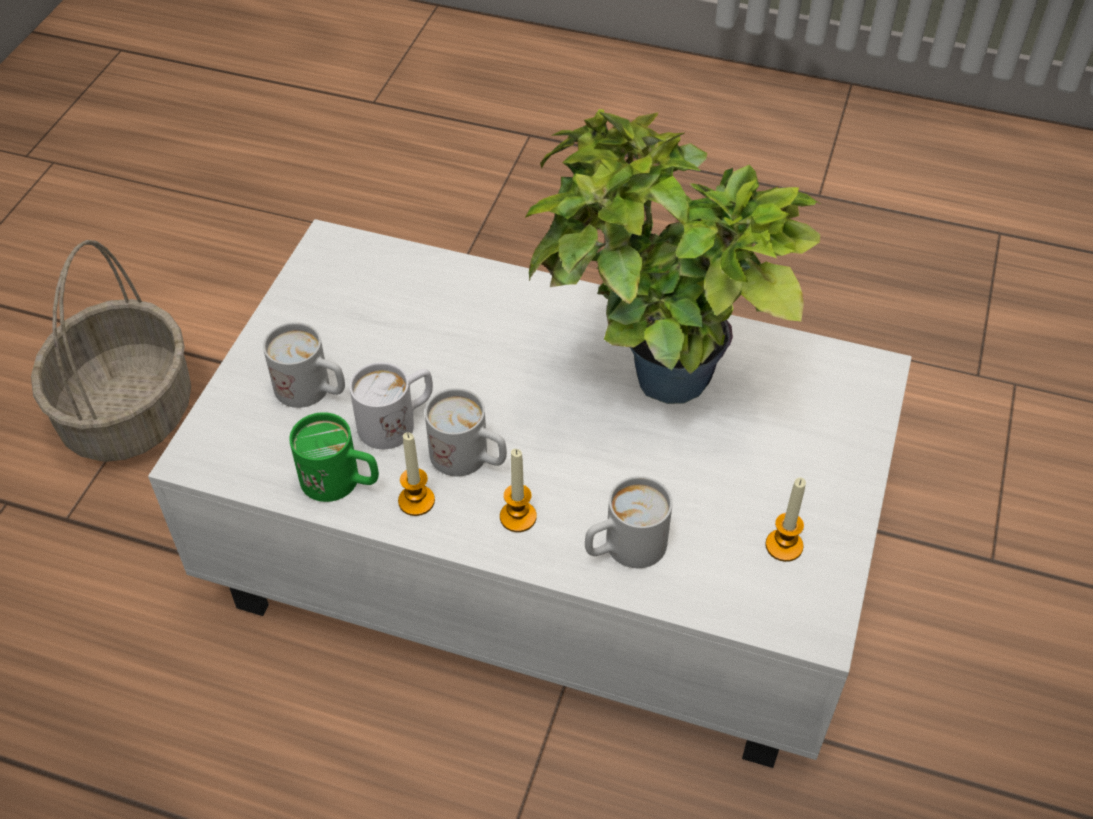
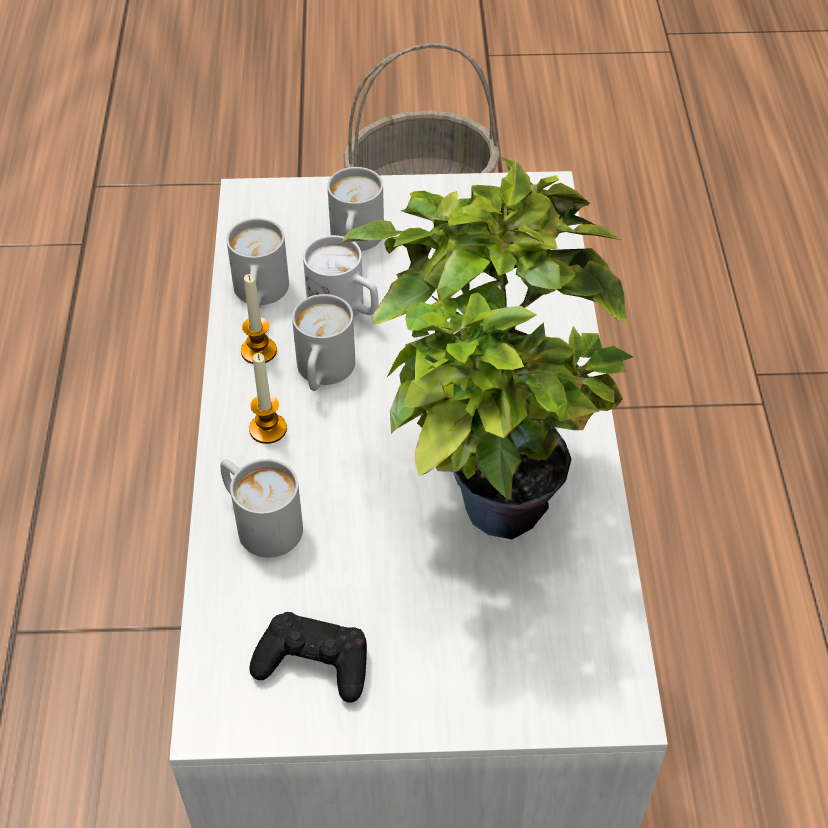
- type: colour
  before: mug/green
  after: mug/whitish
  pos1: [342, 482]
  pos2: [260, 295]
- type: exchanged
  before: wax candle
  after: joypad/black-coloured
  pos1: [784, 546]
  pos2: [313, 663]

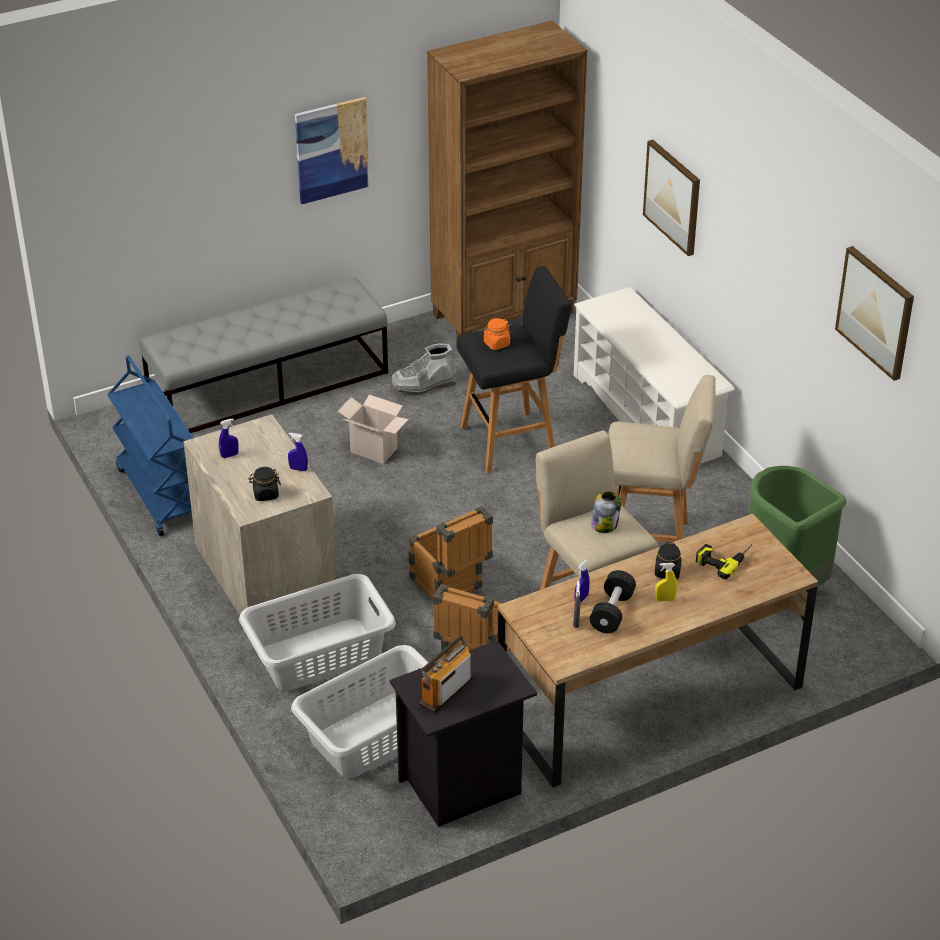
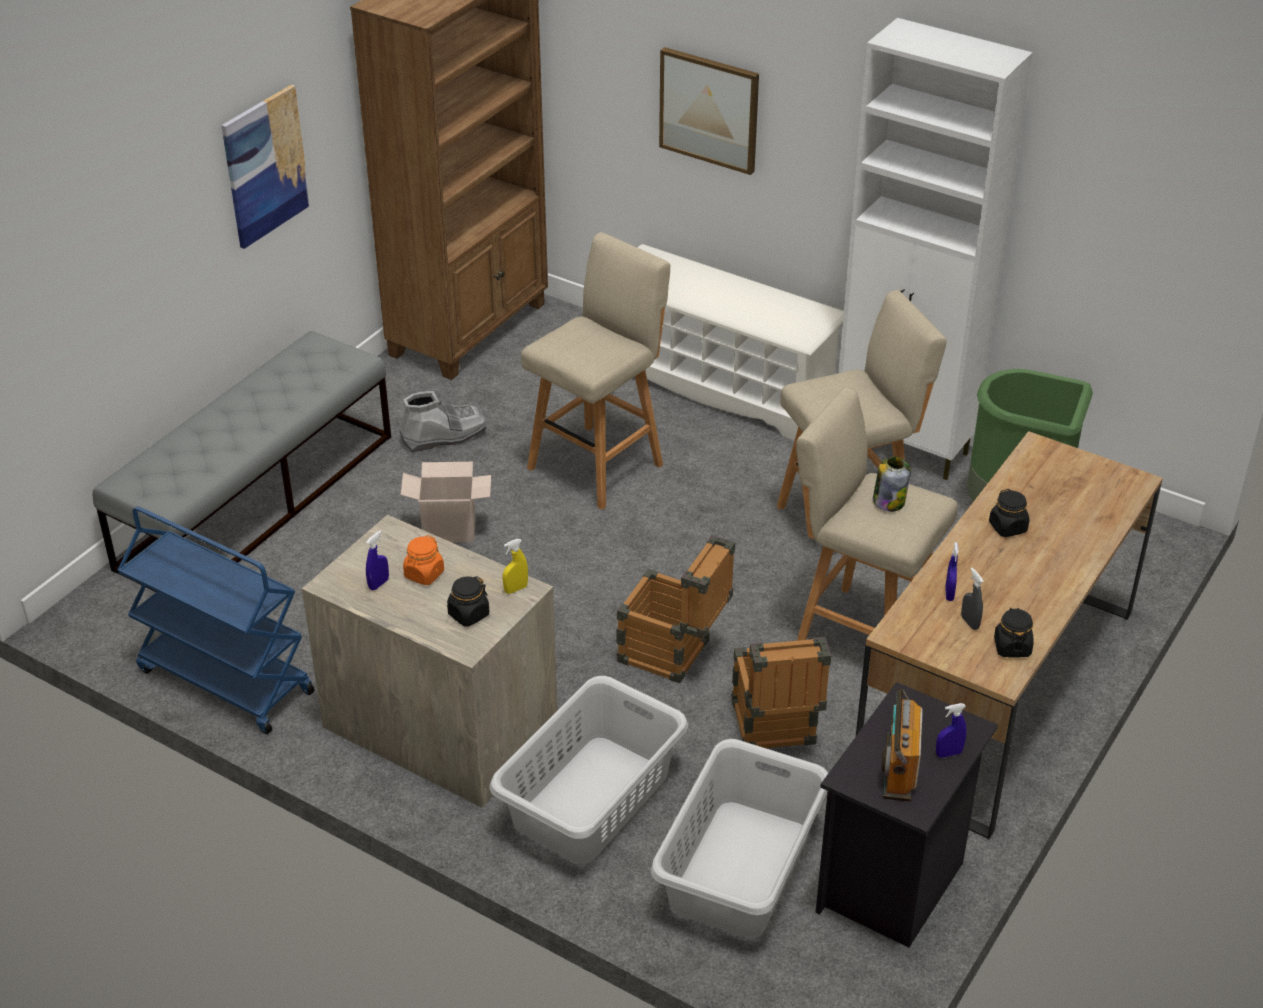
- type: relocated
  before: sprayer/bluish
  pos1: [298, 469]
  pos2: [948, 753]
- type: spun
  before: tall boot/gray
  pos1: [424, 384]
  pos2: [444, 435]
  turn: -150
- type: colour
  before: sitting stool/black-coloured
  after: sitting stool/sand-coloured
  pos1: [511, 441]
  pos2: [598, 464]
- type: relocated
  before: preserve jar/orange-coloured
  pos1: [496, 344]
  pos2: [424, 574]
- type: missing
  before: hand weight/black-coloured
  pos1: [612, 612]
- type: relocated
  before: sprayer/yellow-coloured
  pos1: [665, 599]
  pos2: [516, 589]
- type: missing
  before: electric drill
  pos1: [723, 558]
- type: missing
  before: picture
  pos1: [876, 312]
- type: appeared
  after: cabinet/whitish
  pos2: [904, 448]
- type: appeared
  after: preserve jar/black-coloured
  pos2: [1012, 647]

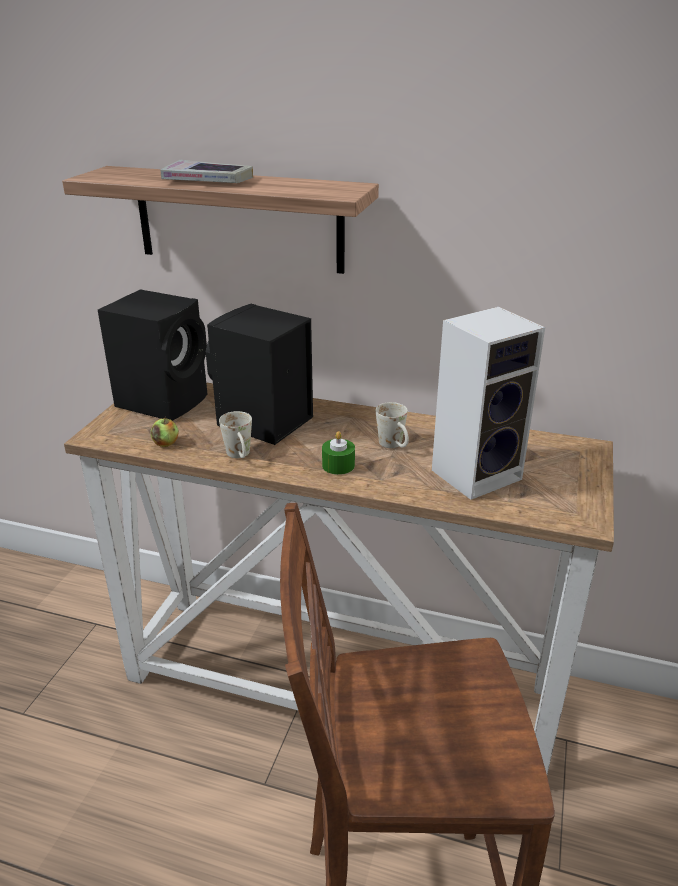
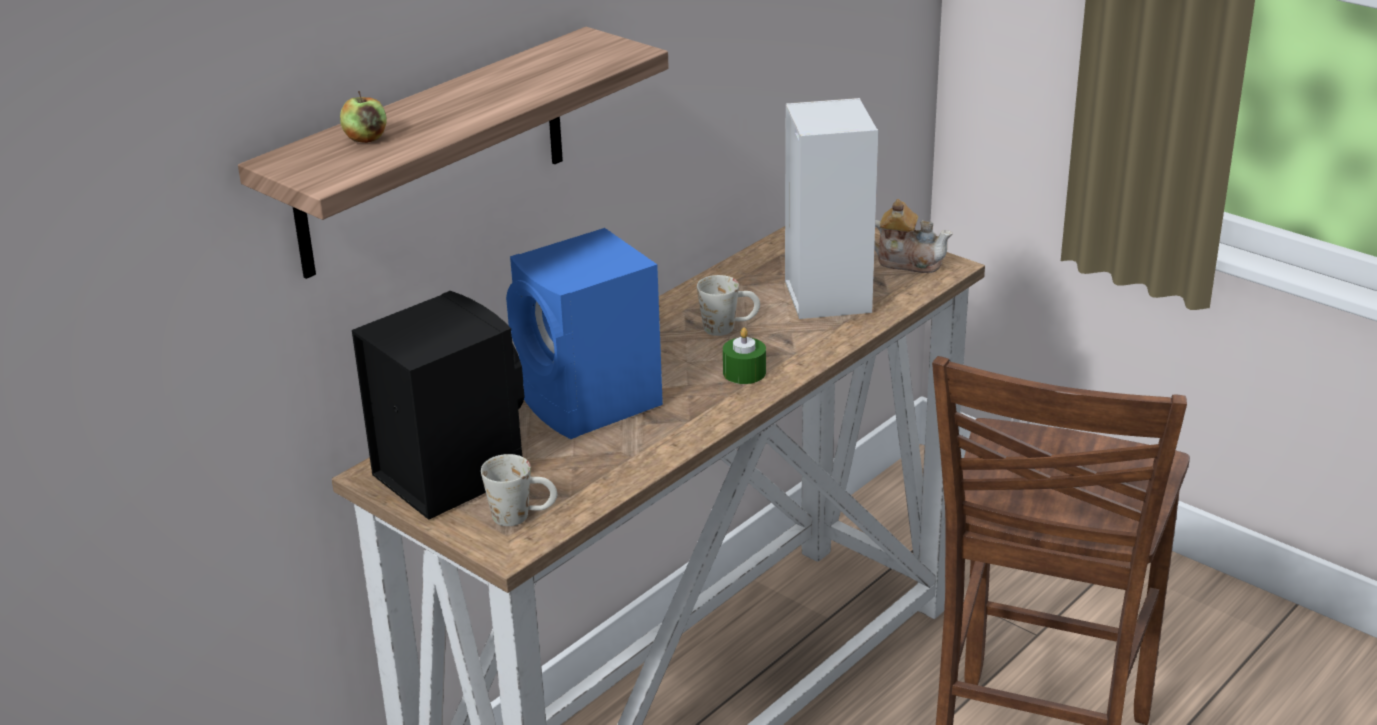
- type: relocated
  before: apple
  pos1: [166, 443]
  pos2: [365, 138]
- type: missing
  before: volume
  pos1: [208, 181]
- type: colour
  before: loudspeaker/black-coloured
  after: loudspeaker/bluish
  pos1: [262, 423]
  pos2: [592, 404]
- type: relocated
  before: mug/whitish
  pos1: [240, 456]
  pos2: [522, 516]
- type: appeared
  after: pot for tea
  pos2: [907, 261]

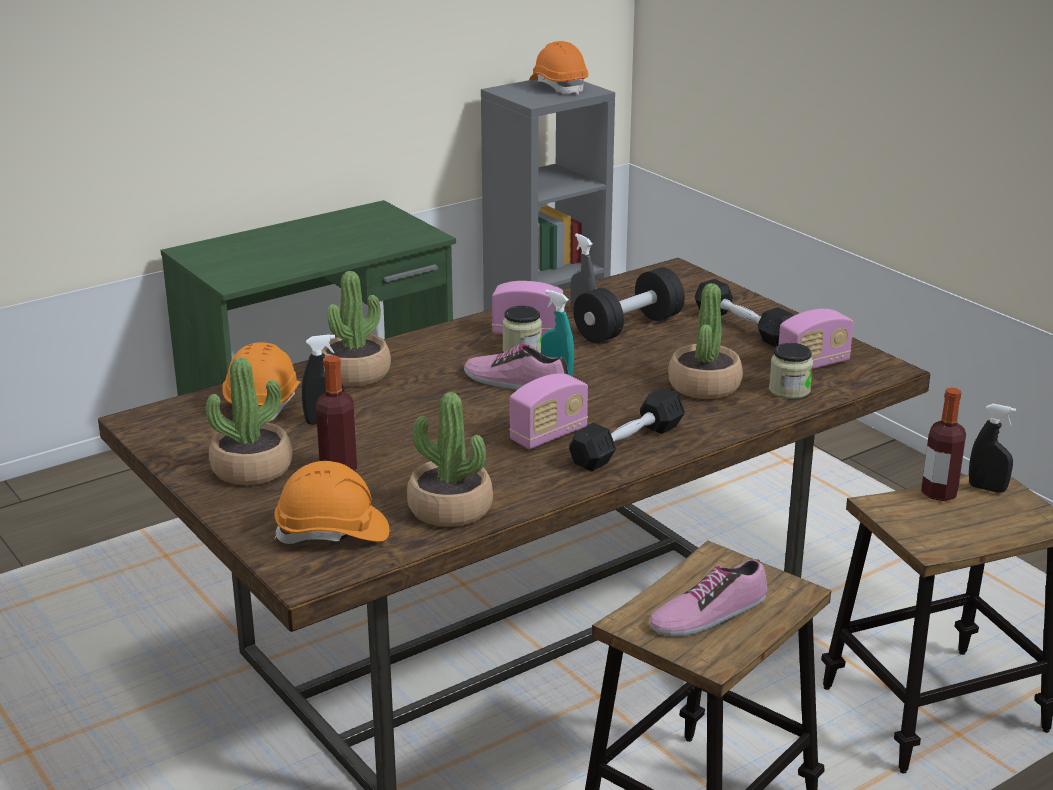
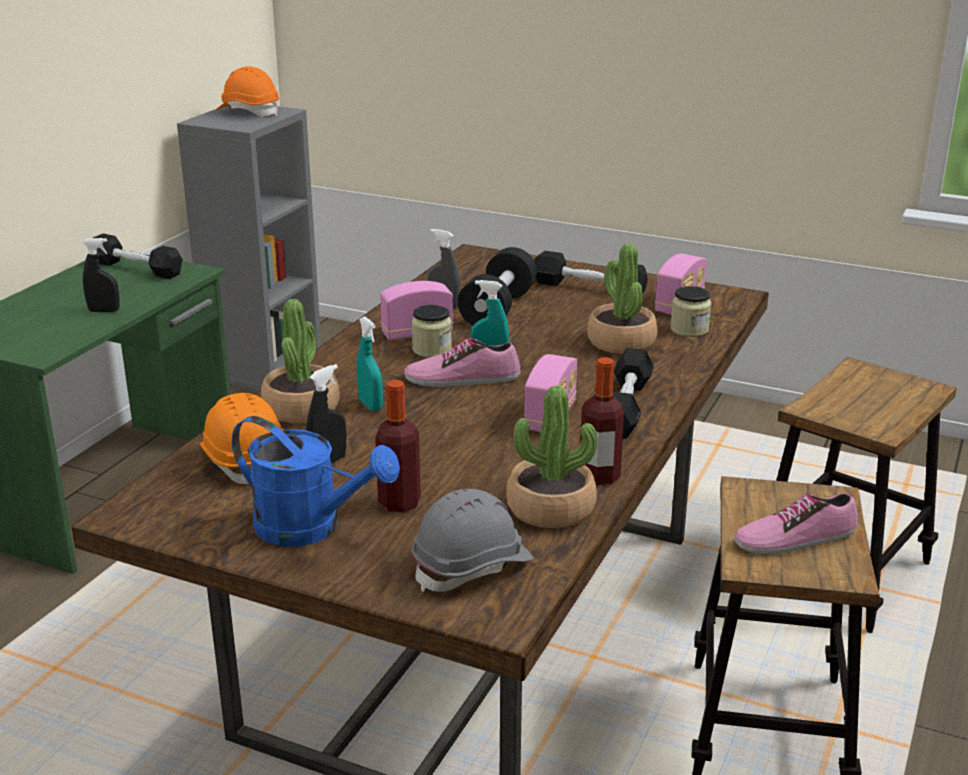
- type: exchanged
  before: plant in a pot
  after: watering can/bluish
  pos1: [252, 468]
  pos2: [311, 528]
- type: colour
  before: hard hat/orange-coloured
  after: hard hat/gray
  pos1: [333, 533]
  pos2: [472, 566]
- type: spun
  before: low shoe
  pos1: [707, 613]
  pos2: [794, 538]
  turn: 45
- type: relocated
  before: bottle
  pos1: [939, 493]
  pos2: [599, 477]
- type: relocated
  before: sprayer/black-coloured
  pos1: [987, 488]
  pos2: [104, 311]
- type: appeared
  after: hand weight/black-coloured
  pos2: [136, 268]
- type: appeared
  after: sprayer/blue-green
  pos2: [370, 405]

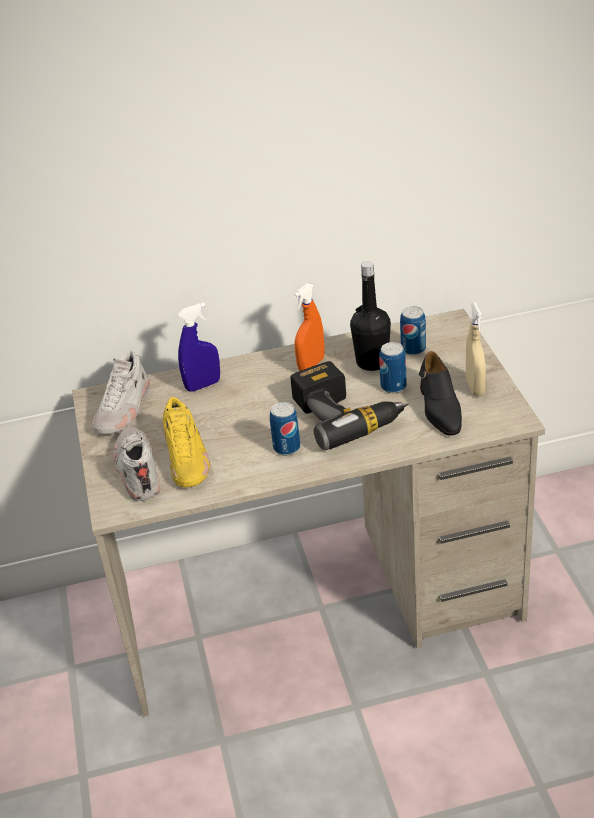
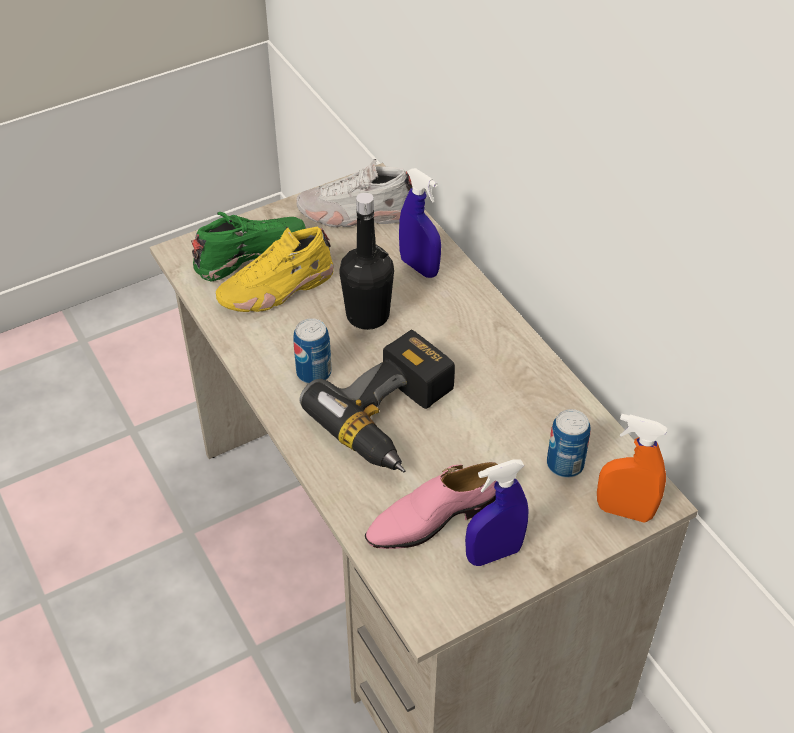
- type: colour
  before: low shoe/whitish
  after: low shoe/green
  pos1: [137, 470]
  pos2: [250, 253]
- type: relocated
  before: sprayer/orange-coloured
  pos1: [311, 365]
  pos2: [624, 511]
- type: relocated
  before: bottle/black-coloured
  pos1: [372, 362]
  pos2: [367, 315]
- type: missing
  before: can
  pos1: [393, 386]
- type: colour
  before: low shoe/black-coloured
  after: low shoe/pinkish
  pos1: [439, 408]
  pos2: [432, 518]
- type: colour
  before: sprayer/sand-coloured
  after: sprayer/bluish
  pos1: [475, 387]
  pos2: [493, 554]

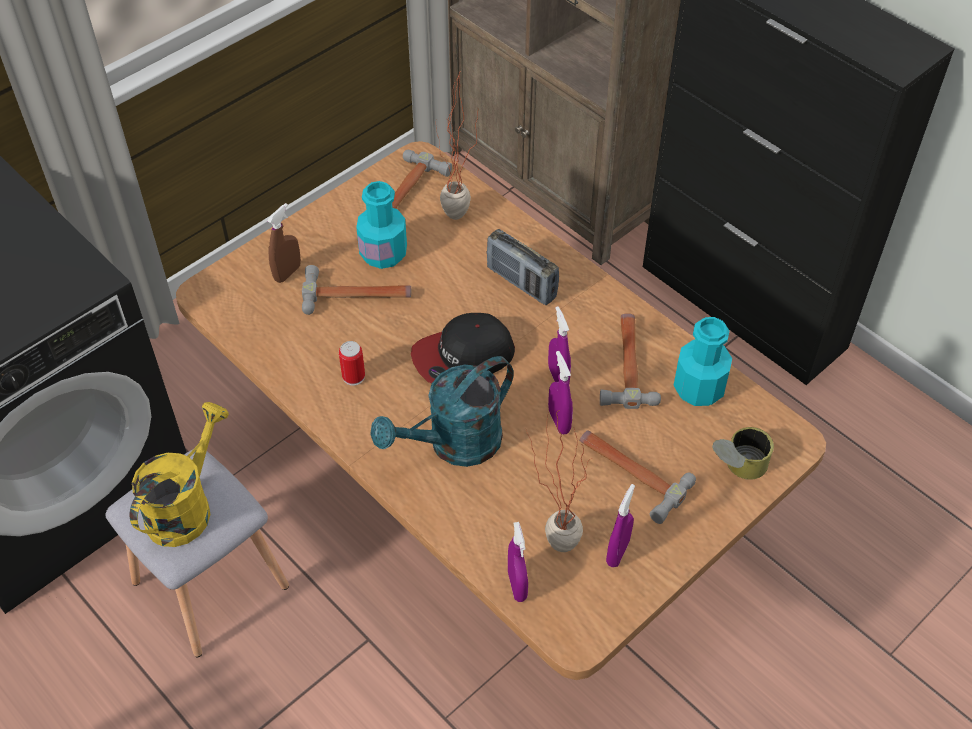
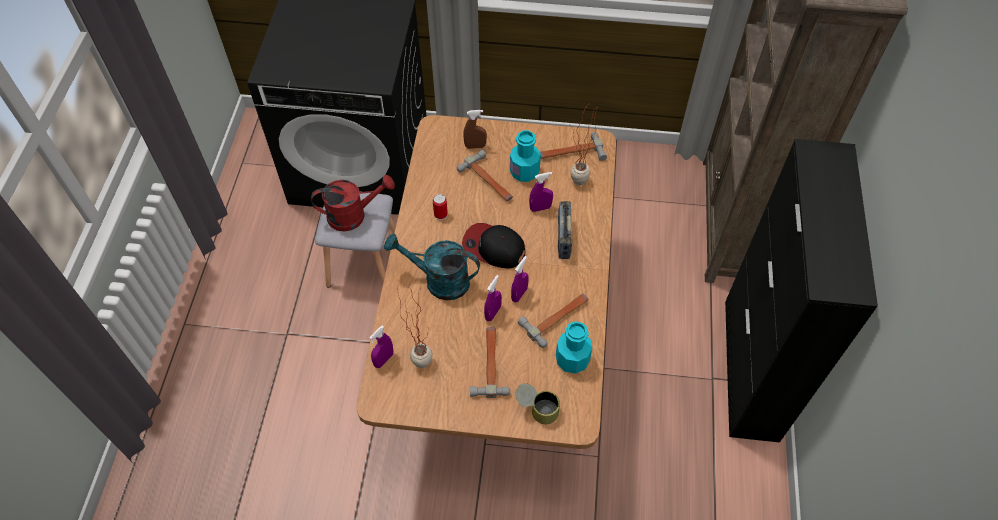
- type: colour
  before: watering can/yellow-coloured
  after: watering can/red
  pos1: [186, 506]
  pos2: [353, 215]
- type: relocated
  before: sprayer/purple-coloured
  pos1: [617, 552]
  pos2: [540, 208]

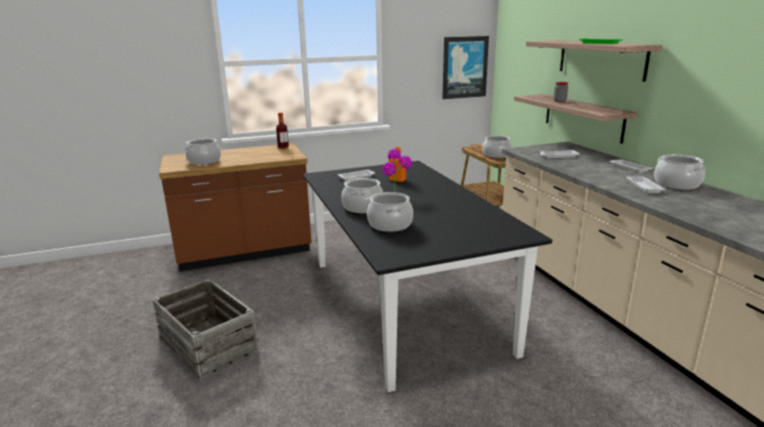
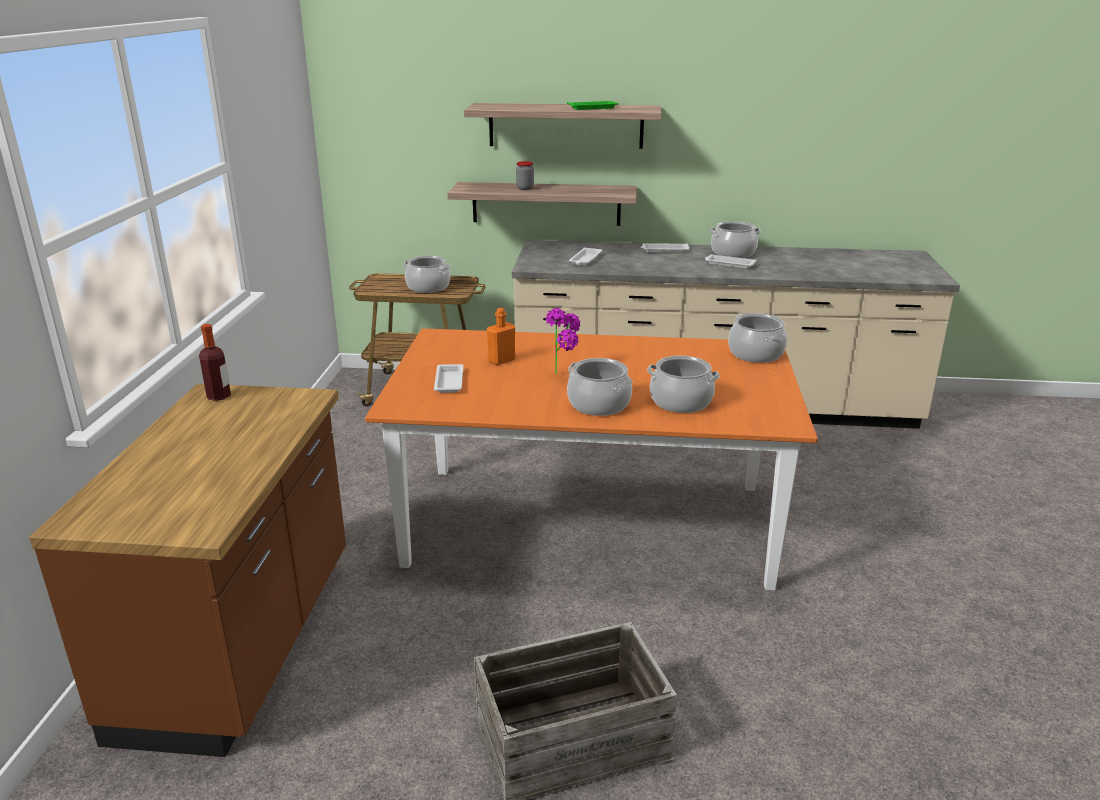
- type: relocated
  before: stockpot
  pos1: [204, 161]
  pos2: [756, 354]
- type: colour
  before: dinner table/black-coloured
  after: dinner table/orange-coloured
  pos1: [405, 304]
  pos2: [590, 523]
- type: missing
  before: picture
  pos1: [464, 67]

